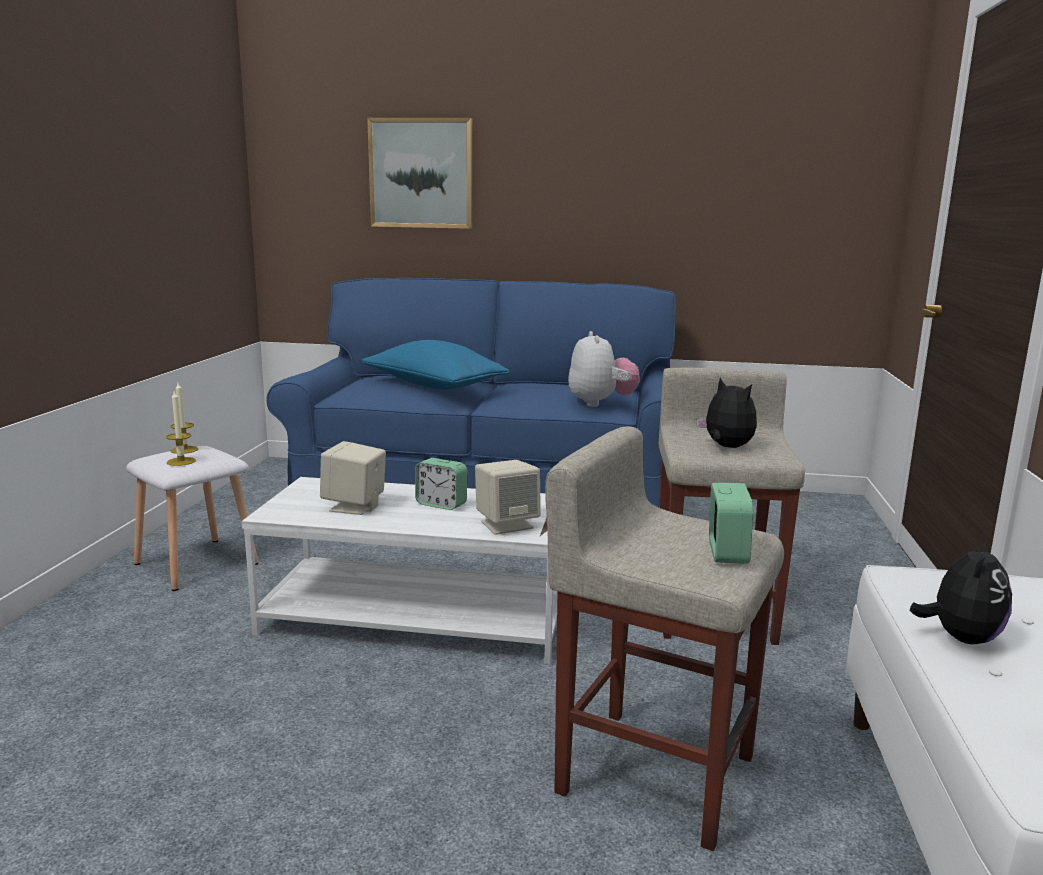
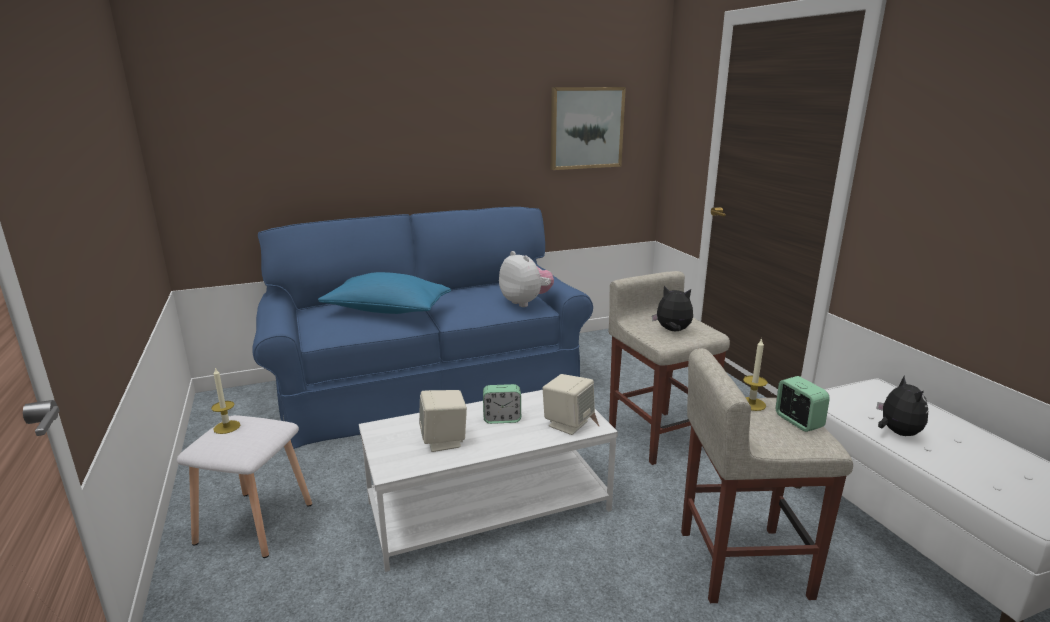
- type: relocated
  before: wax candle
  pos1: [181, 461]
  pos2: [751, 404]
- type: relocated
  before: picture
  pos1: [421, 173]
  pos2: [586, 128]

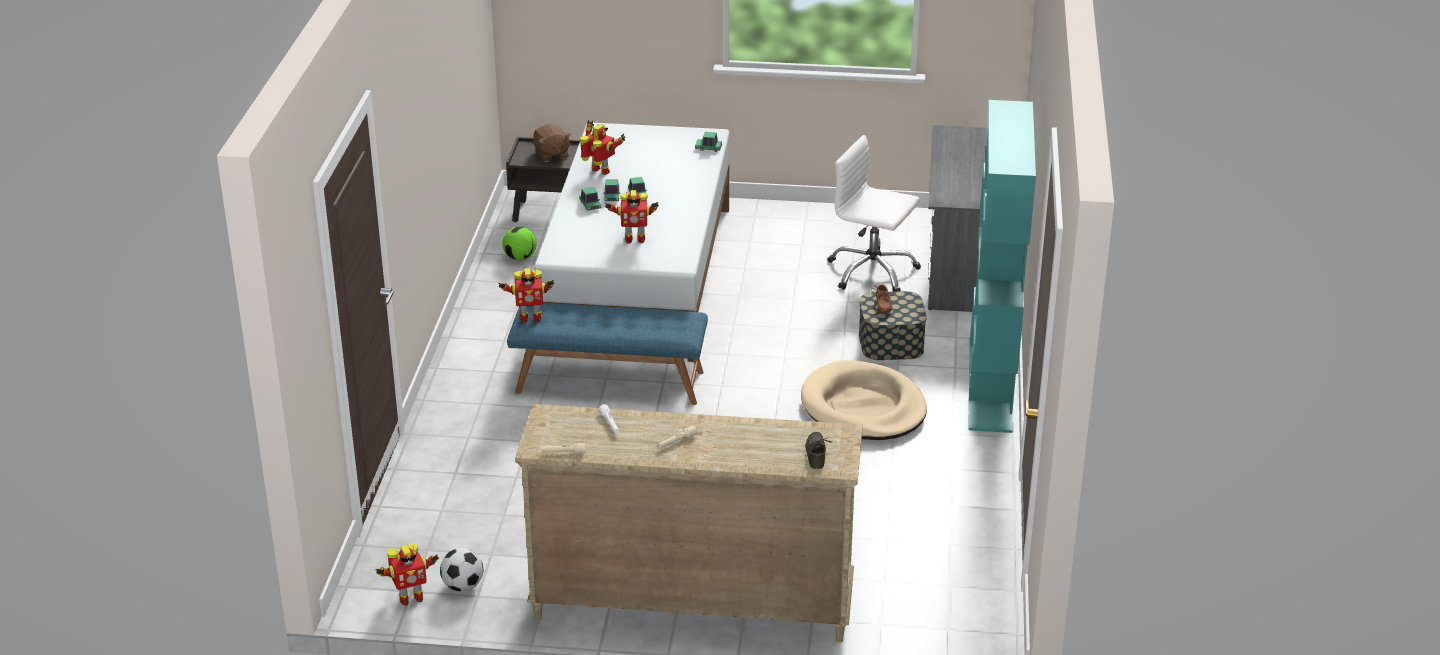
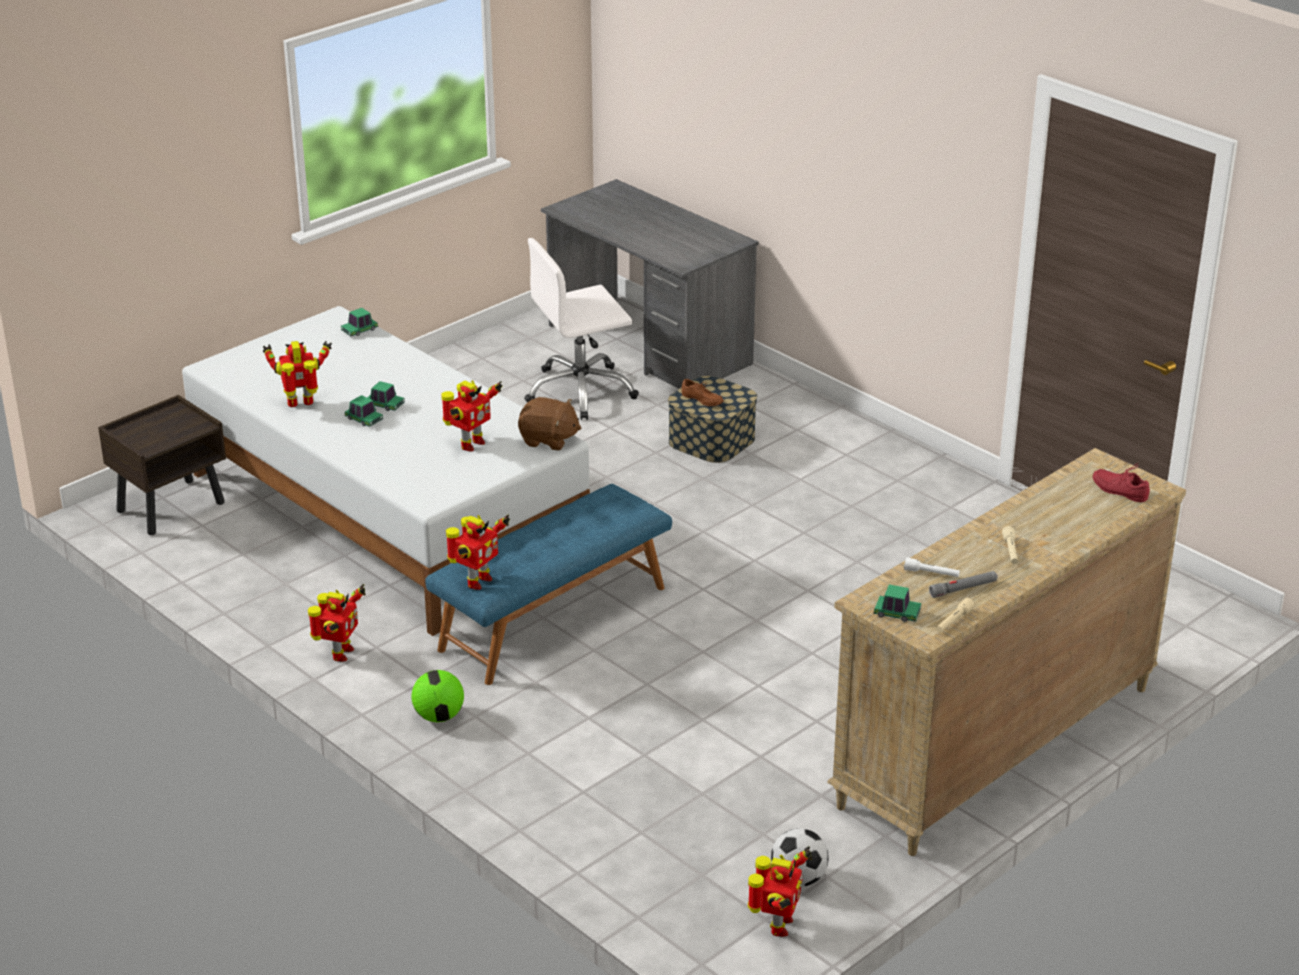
- type: relocated
  before: football ball
  pos1: [520, 258]
  pos2: [439, 716]
- type: relocated
  before: plush toy/brownish
  pos1: [551, 155]
  pos2: [548, 440]
- type: relocated
  before: model car
  pos1: [590, 205]
  pos2: [896, 613]
- type: missing
  before: dog bed/sand-coloured
  pos1: [863, 407]
- type: colour
  before: low shoe/gray
  after: low shoe/red
  pos1: [818, 454]
  pos2: [1120, 490]
- type: missing
  before: bookshelf/blue-green
  pos1: [991, 388]
- type: appeared
  after: model robot
  pos2: [340, 654]
- type: appeared
  after: torch/gray
  pos2: [963, 589]

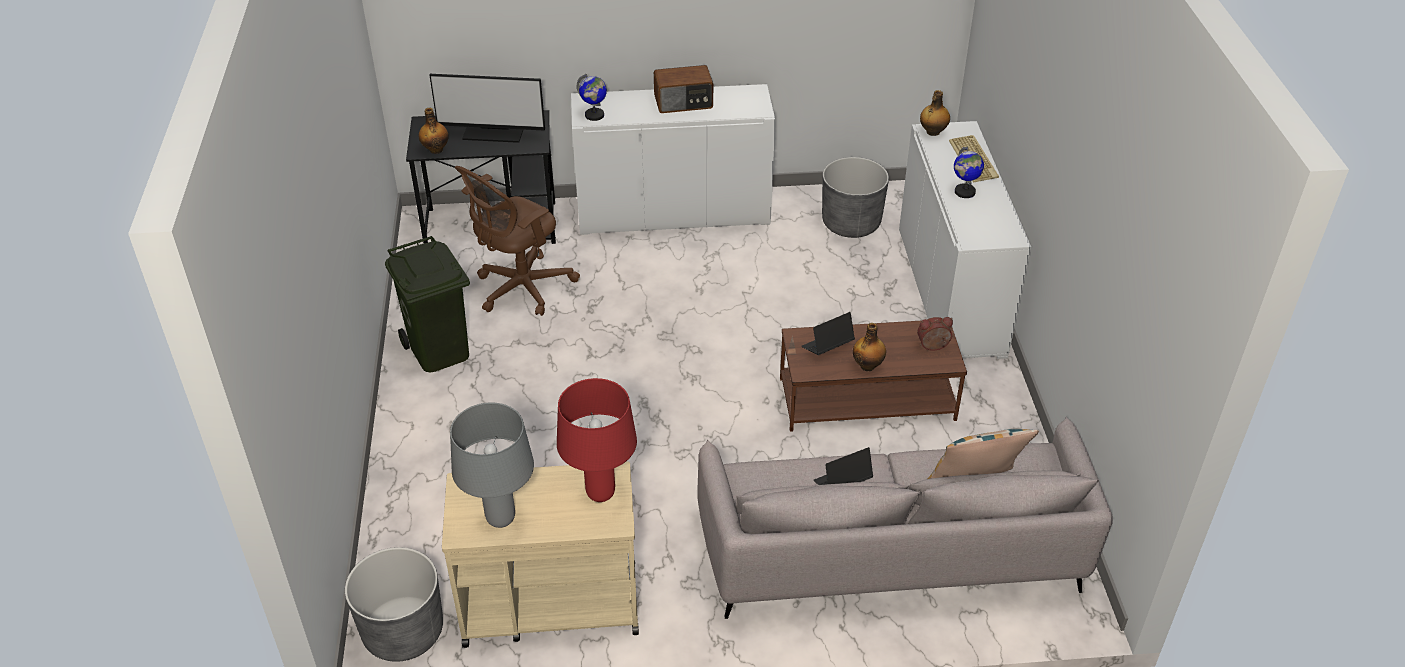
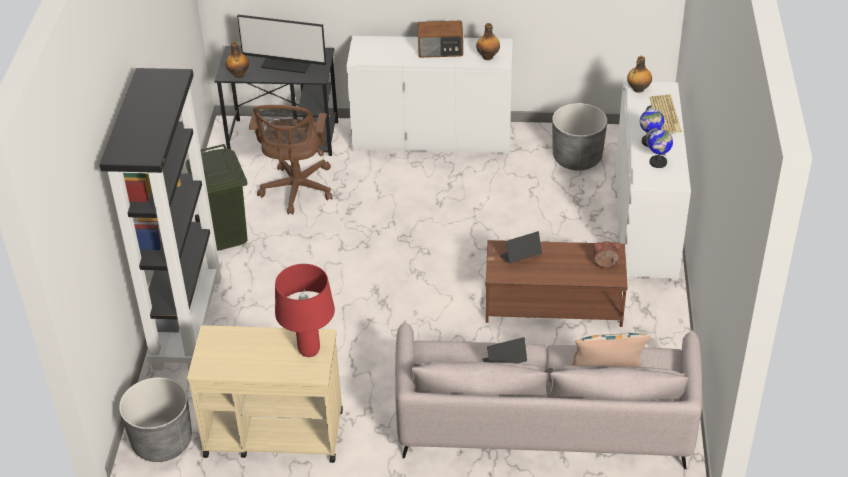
- type: missing
  before: lamp for a table/gray
  pos1: [501, 519]
- type: spun
  before: office chair/brownish
  pos1: [520, 289]
  pos2: [297, 191]
  turn: -45
- type: relocated
  before: globe
  pos1: [594, 115]
  pos2: [658, 162]
- type: relocated
  before: bottle
  pos1: [868, 365]
  pos2: [488, 57]
- type: appeared
  after: bookshelf/black-coloured
  pos2: [187, 321]

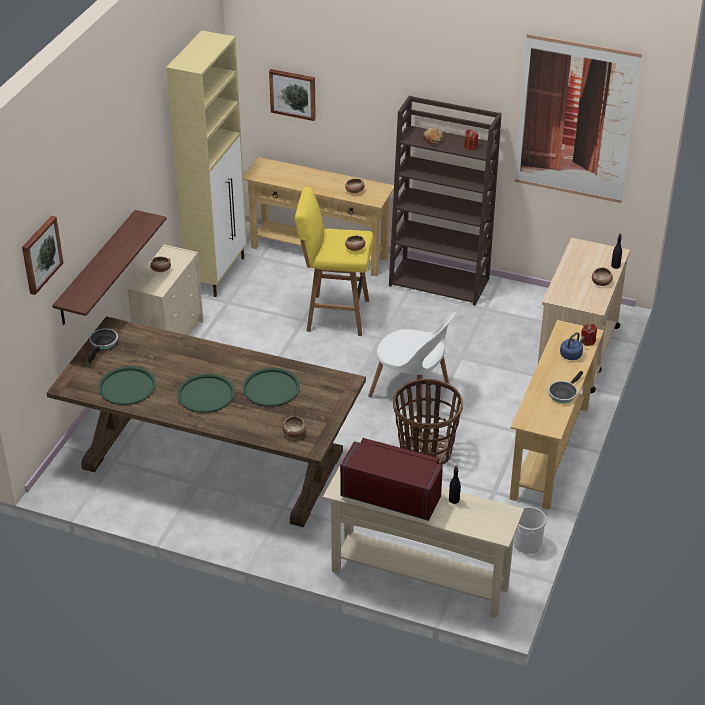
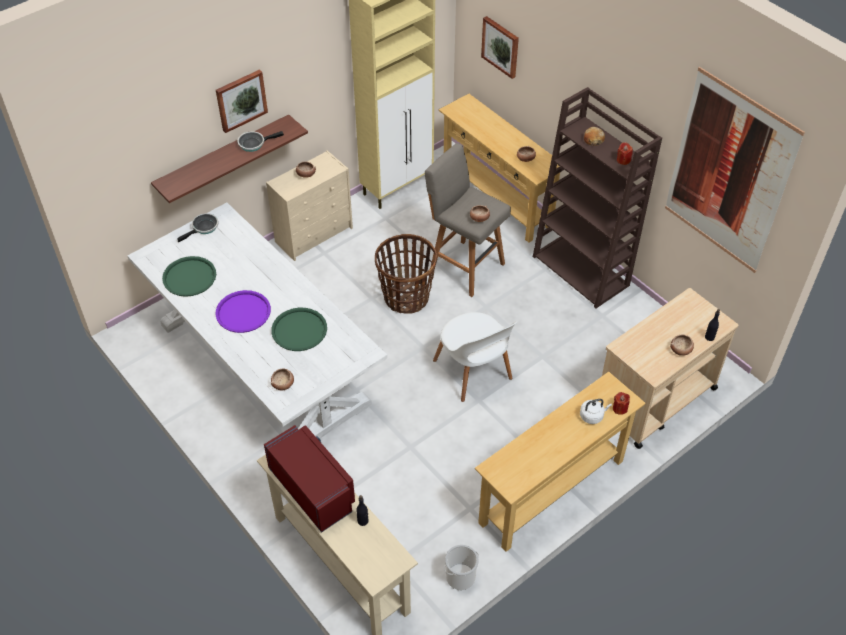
- type: relocated
  before: picture
  pos1: [40, 254]
  pos2: [241, 100]
- type: colour
  before: dinner table/brownish
  after: dinner table/whitish
  pos1: [214, 459]
  pos2: [264, 364]
- type: colour
  before: serving tray/green
  after: serving tray/purple-coloured
  pos1: [206, 394]
  pos2: [243, 312]
- type: colour
  before: sitting stool/yellow-coloured
  after: sitting stool/gray
  pos1: [335, 315]
  pos2: [464, 267]
- type: relocated
  before: storage basket
  pos1: [425, 451]
  pos2: [406, 297]
- type: relocated
  before: pan
  pos1: [563, 393]
  pos2: [254, 143]
- type: colour
  before: kettle/bluish
  after: kettle/whitish
  pos1: [571, 354]
  pos2: [592, 416]

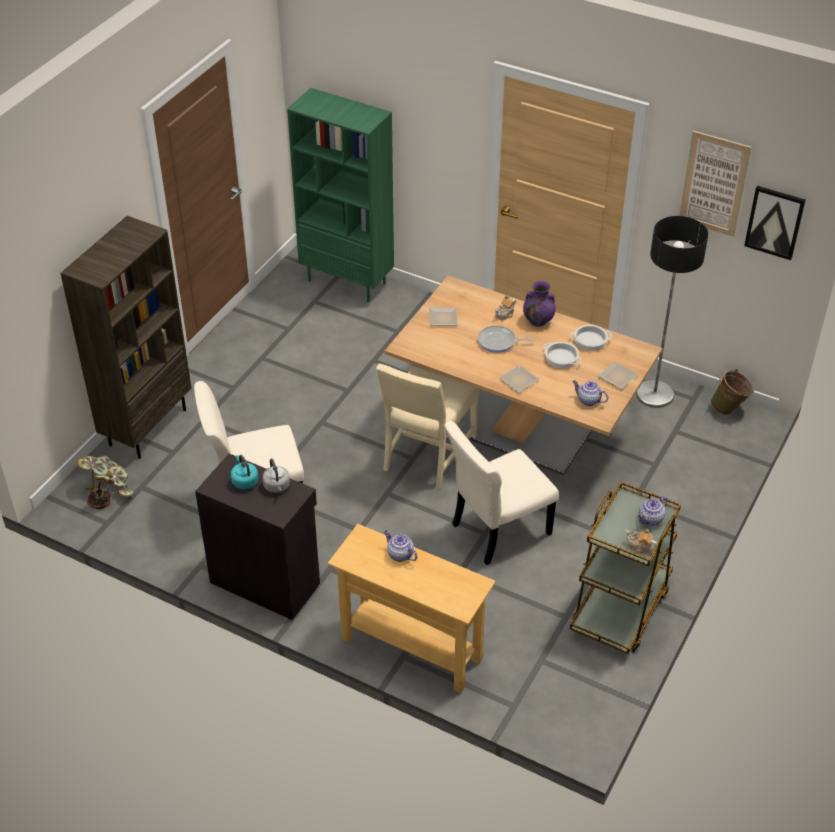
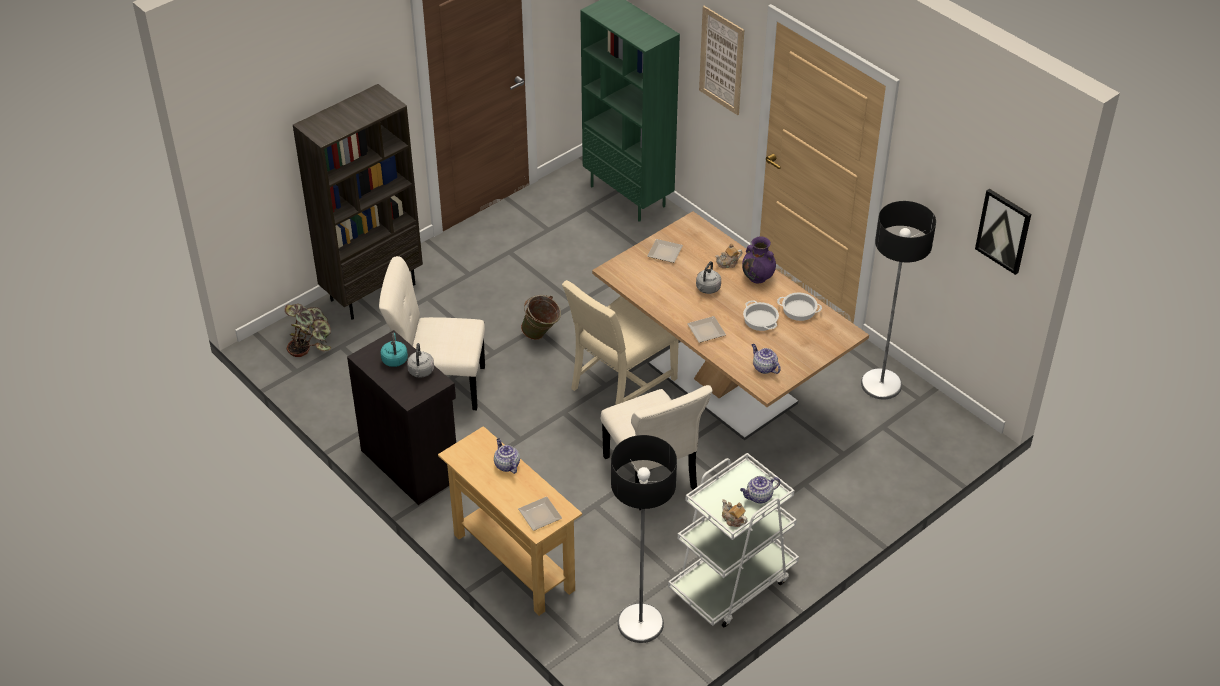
- type: spun
  before: upright chair/sand-coloured
  pos1: [497, 530]
  pos2: [651, 475]
  turn: -105
- type: exchanged
  before: pan
  after: kettle/gray
  pos1: [499, 342]
  pos2: [707, 289]
- type: colour
  before: cart/brownish
  after: cart/whitish
  pos1: [620, 608]
  pos2: [732, 583]
- type: relocated
  before: dinner plate
  pos1: [619, 377]
  pos2: [541, 515]
- type: relocated
  before: picture
  pos1: [714, 184]
  pos2: [721, 60]
- type: relocated
  before: pail/green
  pos1: [729, 409]
  pos2: [541, 335]
- type: appeared
  after: standing lamp
  pos2: [640, 624]

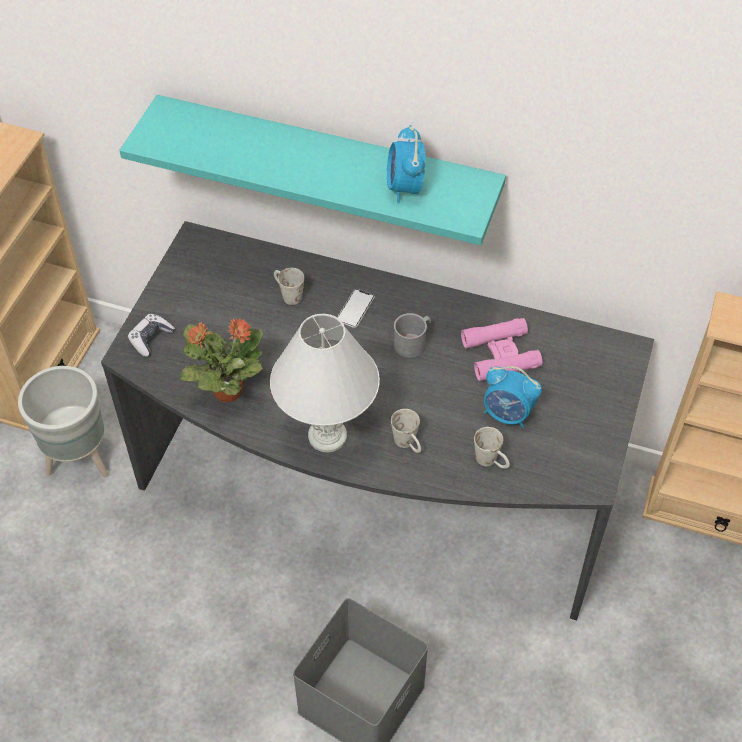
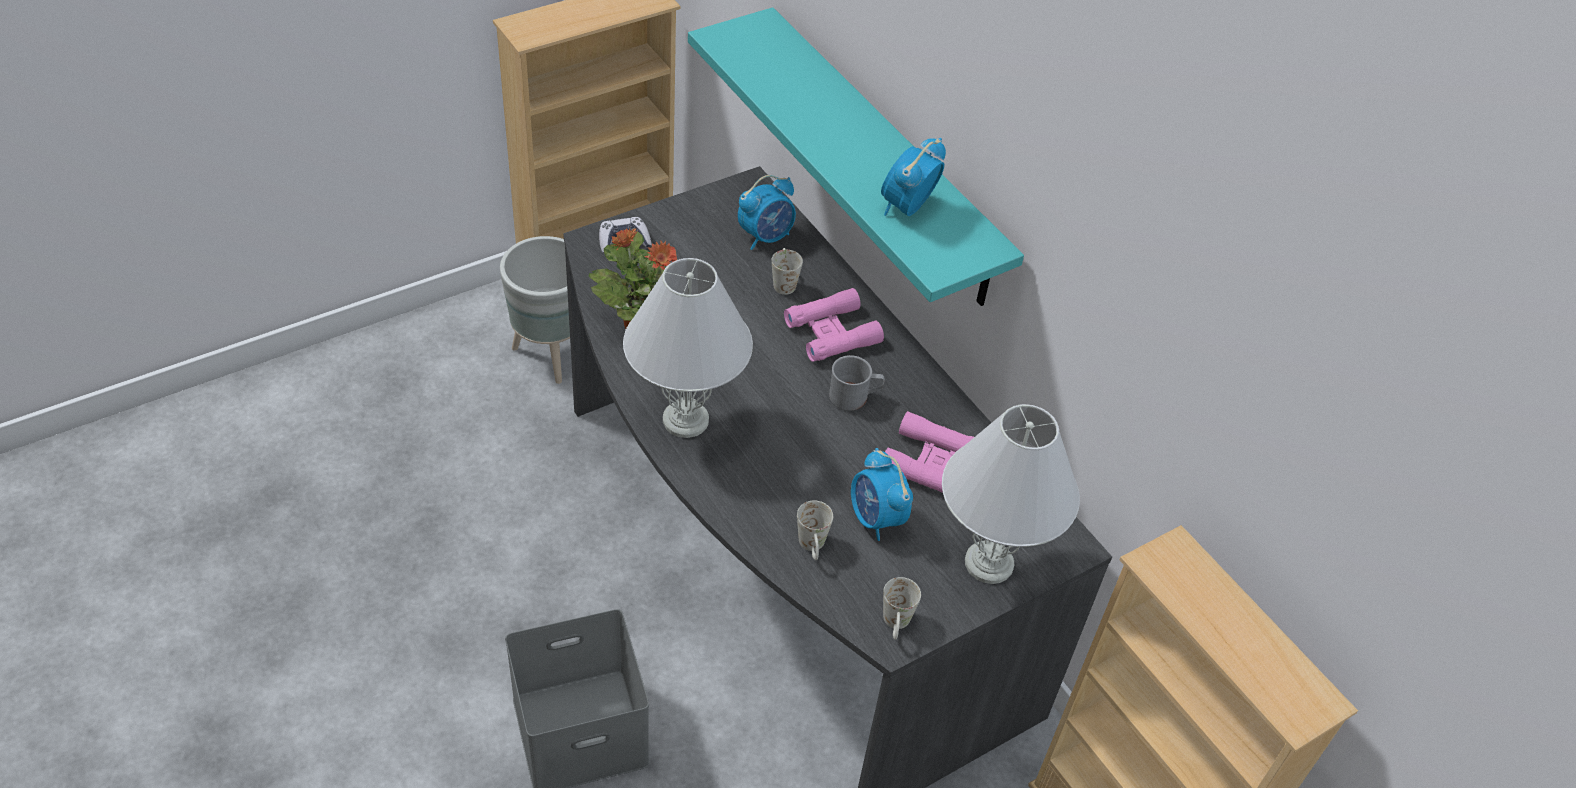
- type: exchanged
  before: phone
  after: binoculars/pinkish
  pos1: [355, 309]
  pos2: [832, 333]
- type: relocated
  before: mug/whitish
  pos1: [408, 444]
  pos2: [896, 625]
- type: appeared
  after: bedside clock
  pos2: [766, 236]
- type: appeared
  after: lamp for a table/whitish
  pos2: [989, 562]

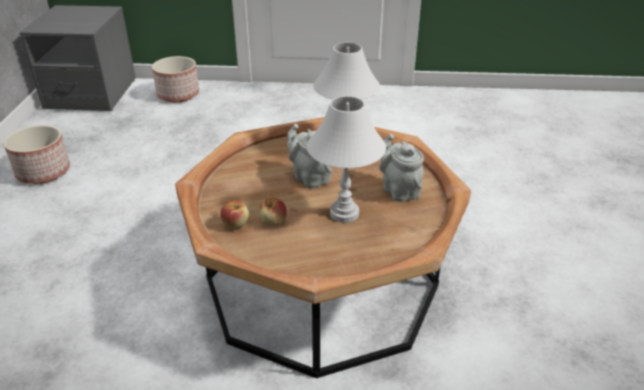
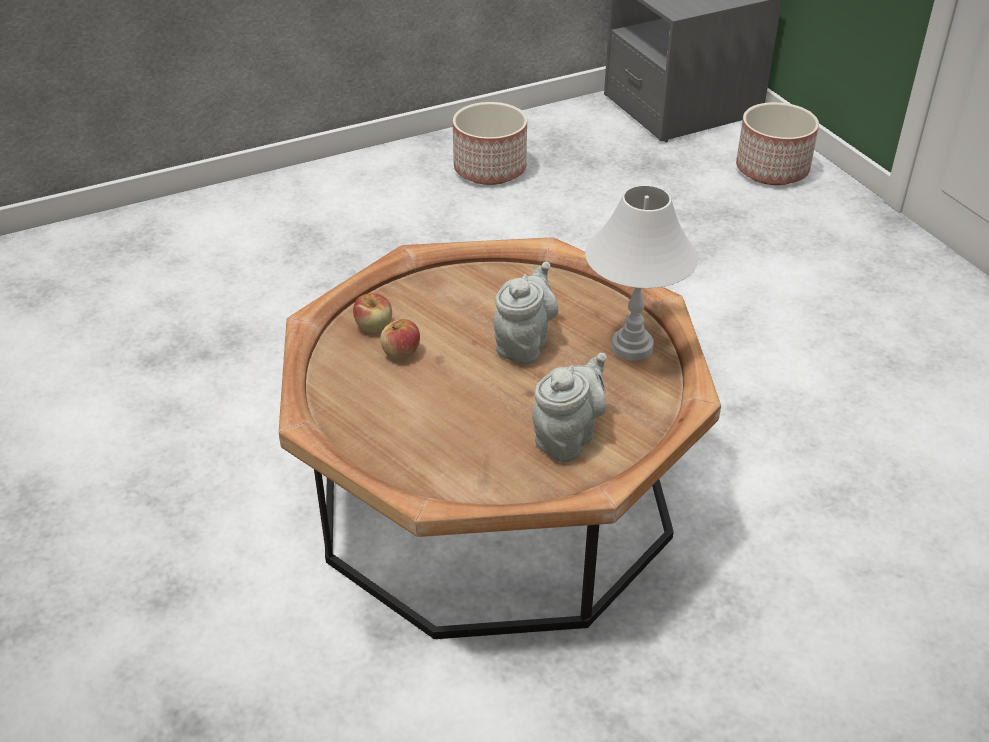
- type: missing
  before: lamp for a table/whitish
  pos1: [344, 213]

